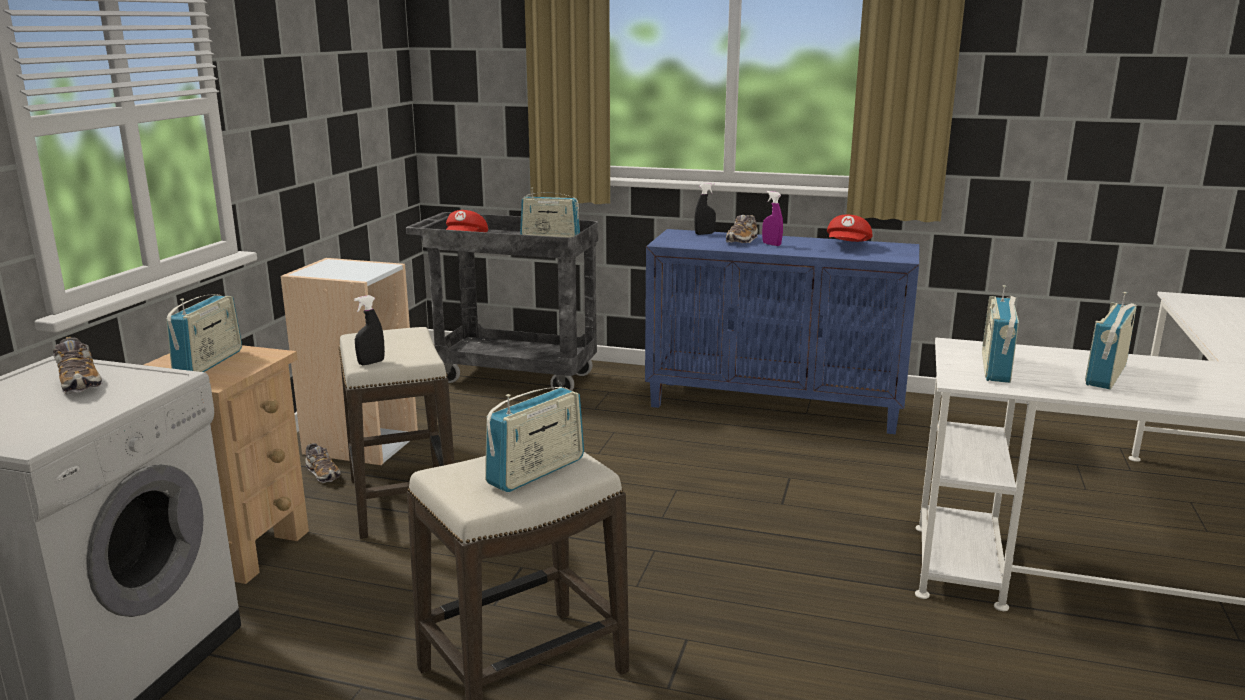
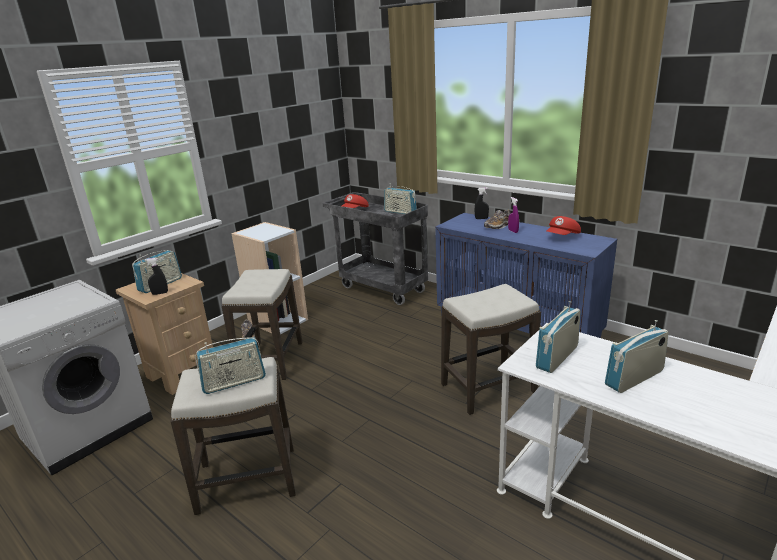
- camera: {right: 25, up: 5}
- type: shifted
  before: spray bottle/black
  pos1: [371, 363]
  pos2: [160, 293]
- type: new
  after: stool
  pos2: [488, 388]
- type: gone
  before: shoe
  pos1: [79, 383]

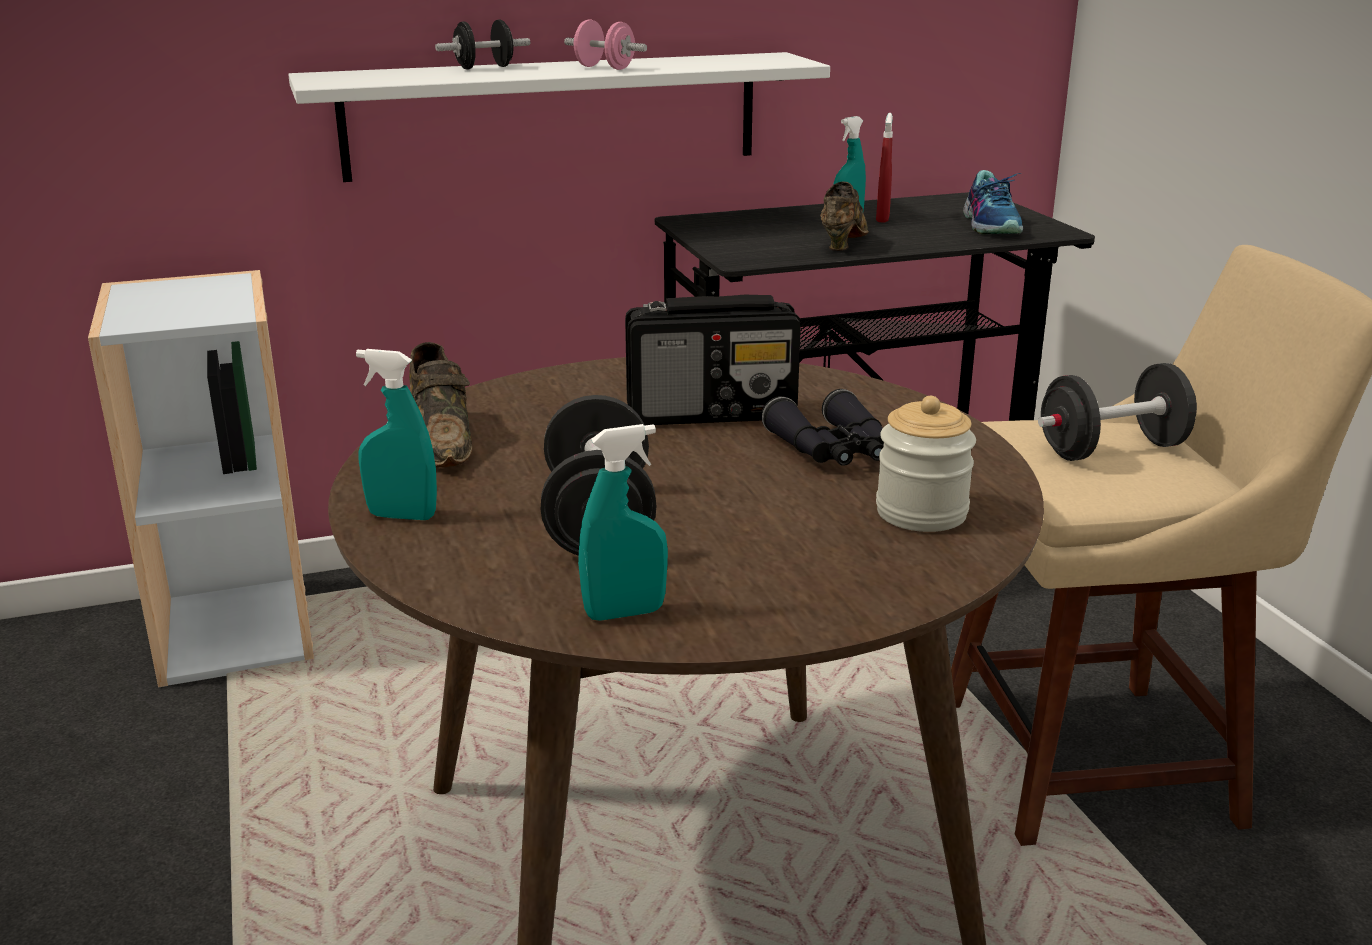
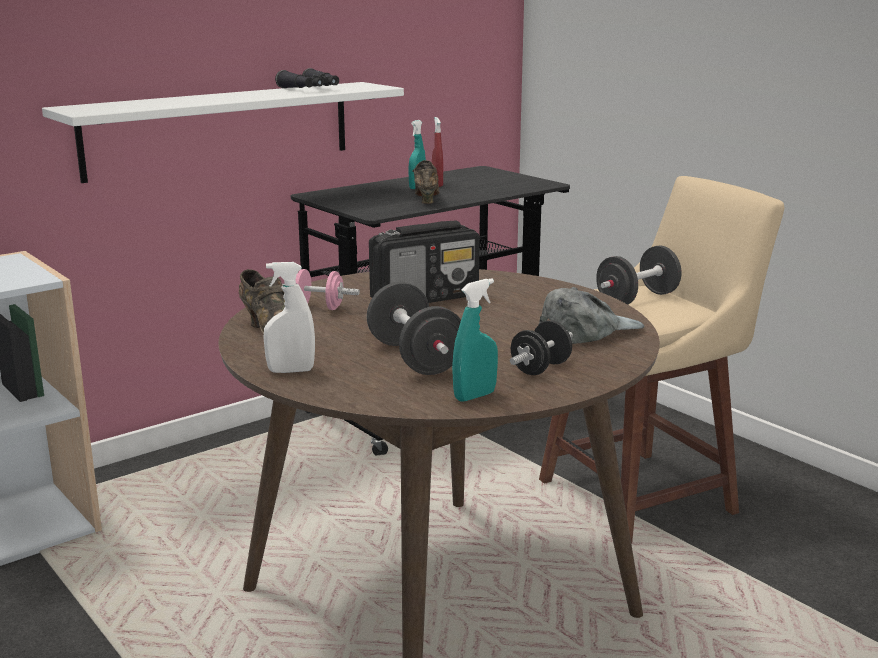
- camera: {right: -20, up: -5}
- type: repainted
  before: spray bottle/turquoise
  after: spray bottle/white
  pos1: [402, 516]
  pos2: [291, 371]
- type: shifted
  before: binoculars/black
  pos1: [833, 450]
  pos2: [311, 89]
- type: shifted
  before: dumbbell/pink
  pos1: [605, 68]
  pos2: [319, 308]
- type: shifted
  before: dumbbell/black
  pos1: [484, 68]
  pos2: [540, 368]
- type: swapped
  before: jar
  after: cap/grey
  pos1: [921, 513]
  pos2: [589, 330]
- type: gone
  before: shoe
  pos1: [992, 225]

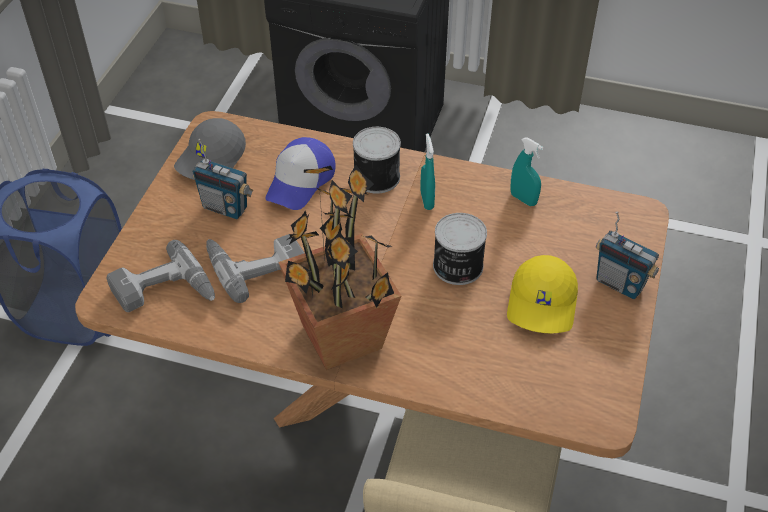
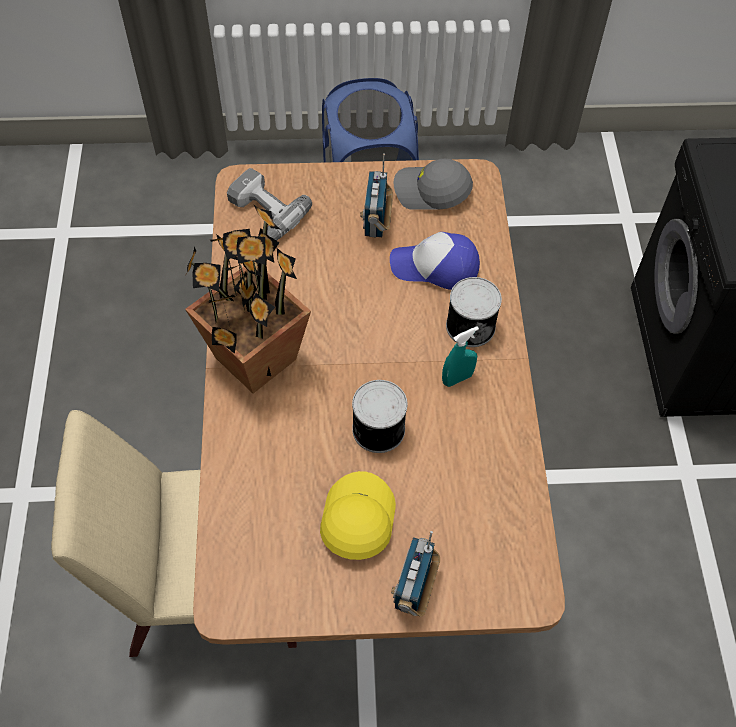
- camera: {right: 70, up: 10}
- type: rotated
  before: cap/yellow
  pos1: [543, 304]
  pos2: [356, 519]
  turn: 105
- type: gone
  before: power drill
  pos1: [255, 265]
- type: gone
  before: spray bottle/turquoise
  pos1: [523, 199]

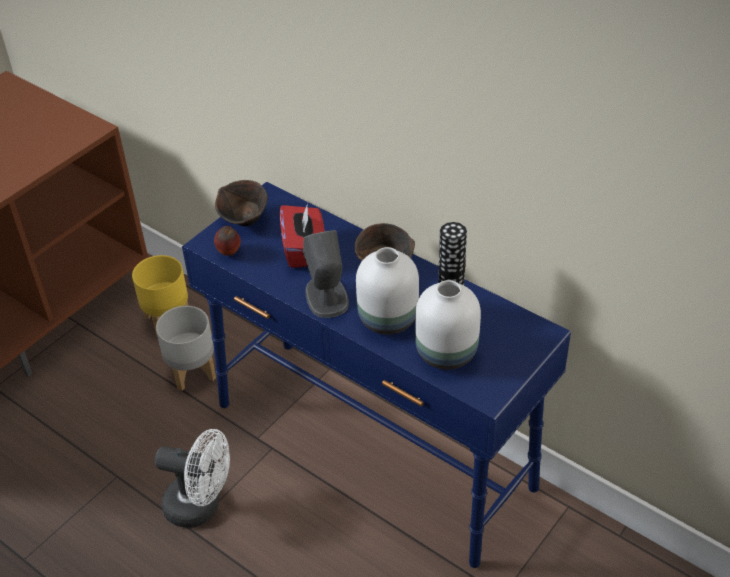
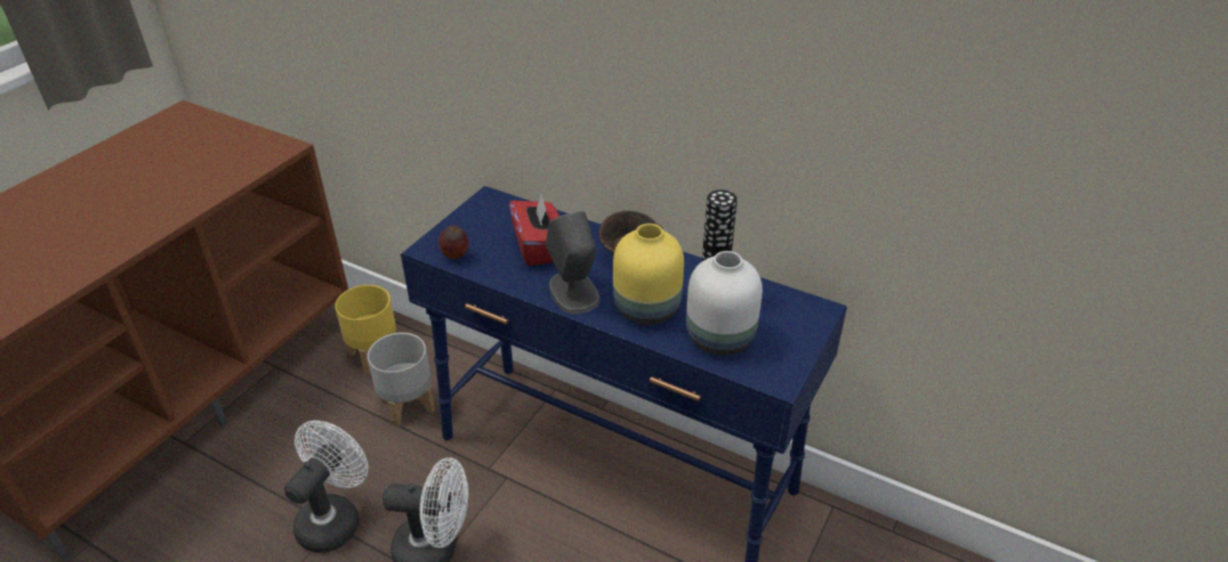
- camera: {right: -10, up: -5}
- type: new
  after: fan/white
  pos2: [334, 518]
- type: repainted
  before: vase/white
  after: vase/yellow
  pos1: [386, 319]
  pos2: [645, 309]
- type: gone
  before: bowl/brown
  pos1: [244, 220]

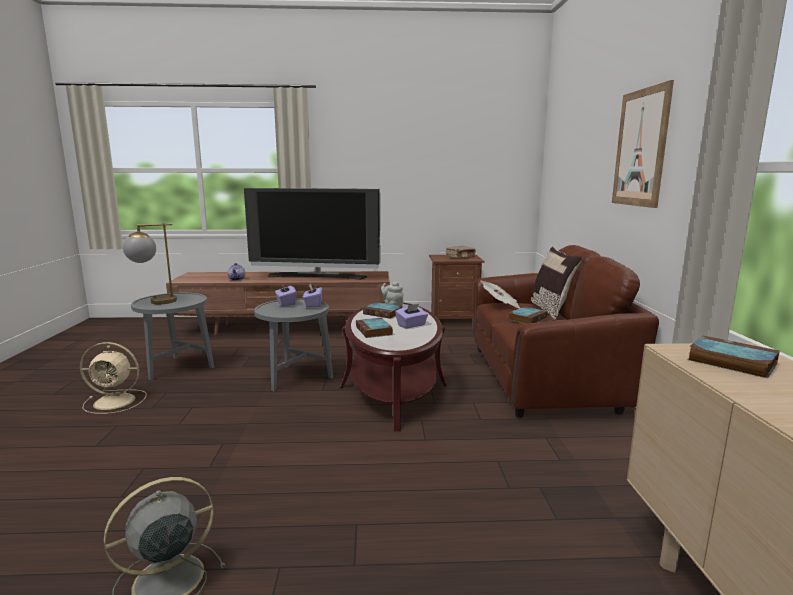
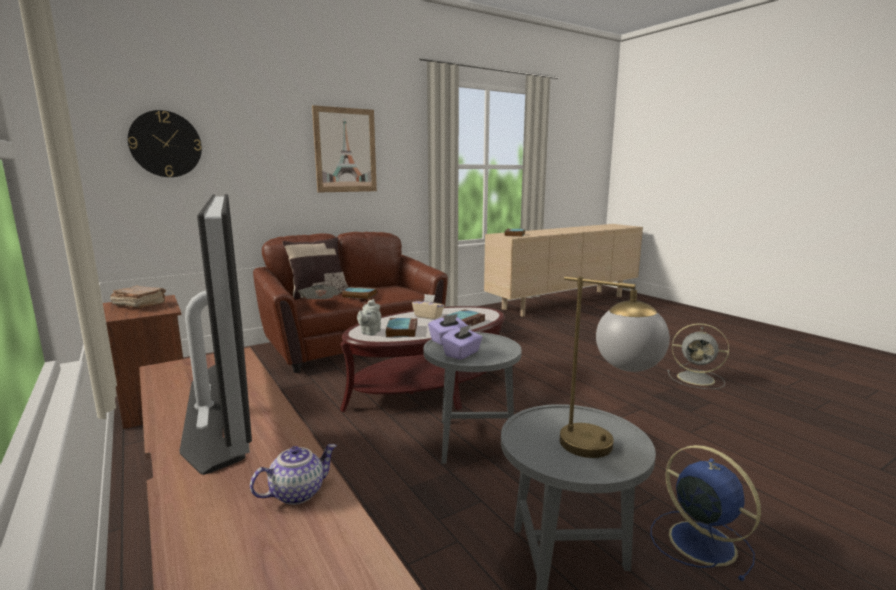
- camera: {right: -120, up: 0}
- type: new
  after: wall clock
  pos2: [165, 144]
- type: repainted
  before: tissue box/purple
  after: tissue box/beige
  pos1: [411, 325]
  pos2: [428, 316]
- type: repainted
  before: fan/beige
  after: fan/blue
  pos1: [116, 401]
  pos2: [699, 541]

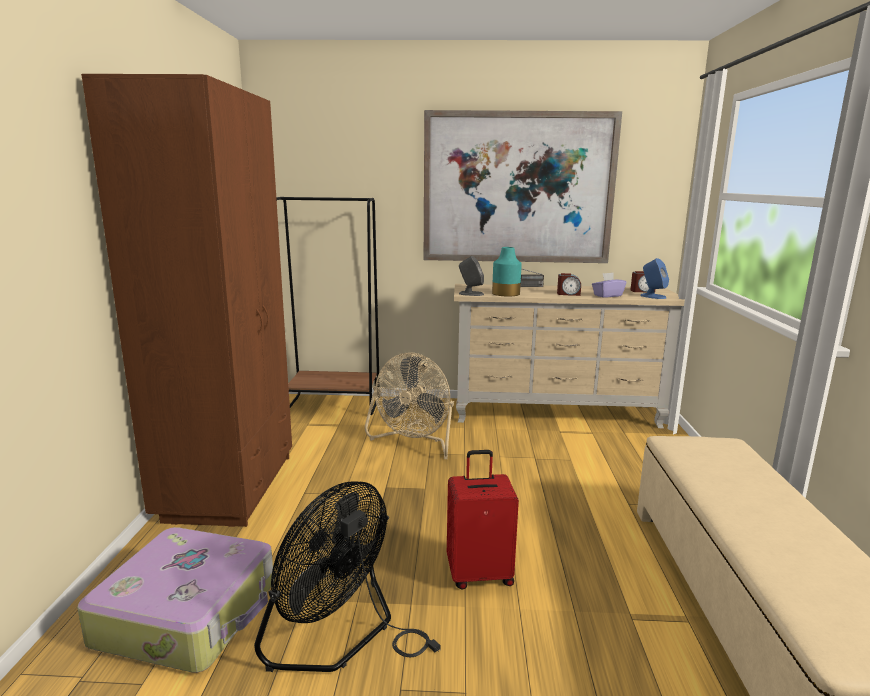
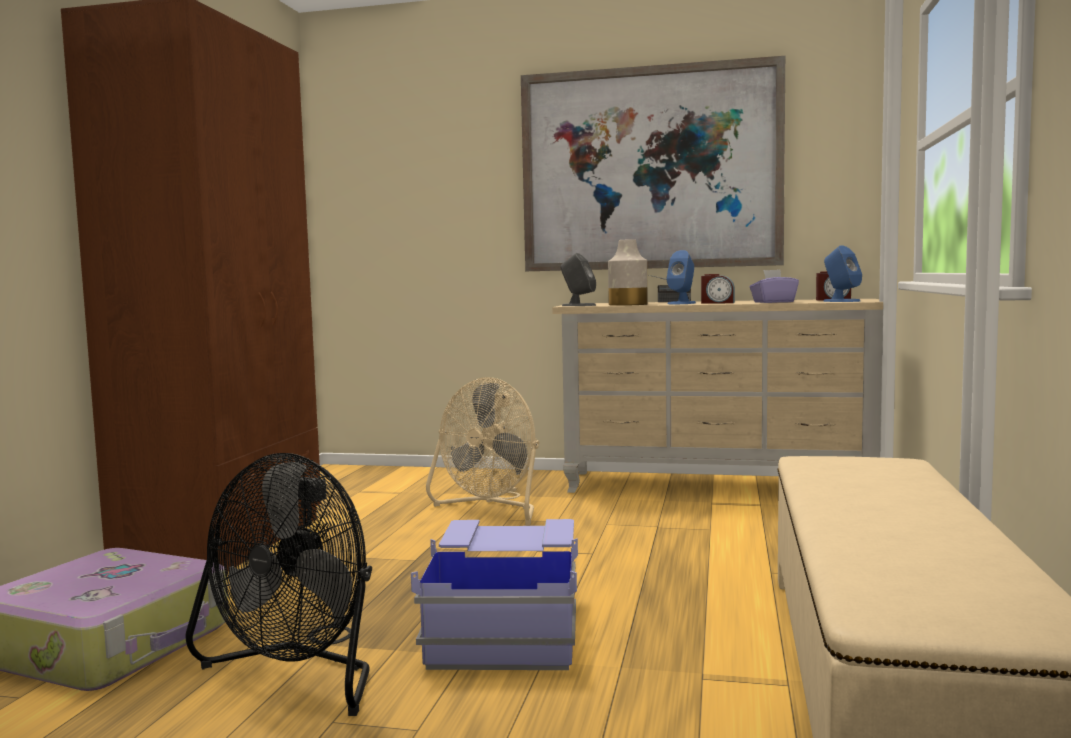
- camera: {right: 10, up: -10}
- type: rotated
  before: fan/black
  pos1: [352, 632]
  pos2: [301, 670]
  turn: -105
- type: swapped
  before: suitcase/red
  after: storage box/blue
  pos1: [479, 574]
  pos2: [506, 628]
- type: repainted
  before: vase/turquoise
  after: vase/beige
  pos1: [506, 293]
  pos2: [628, 304]
- type: new
  after: speaker/blue
  pos2: [681, 303]
- type: gone
  before: clothes rack
  pos1: [333, 405]

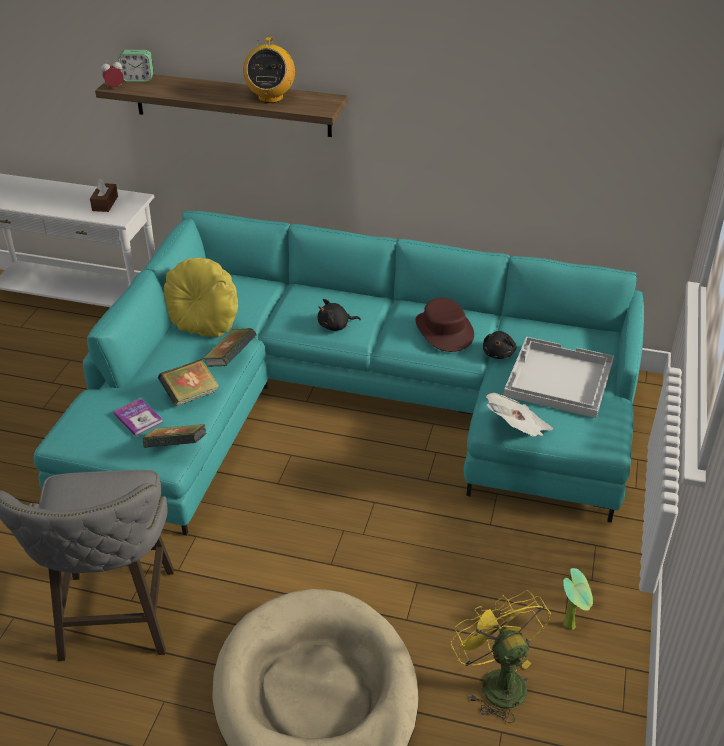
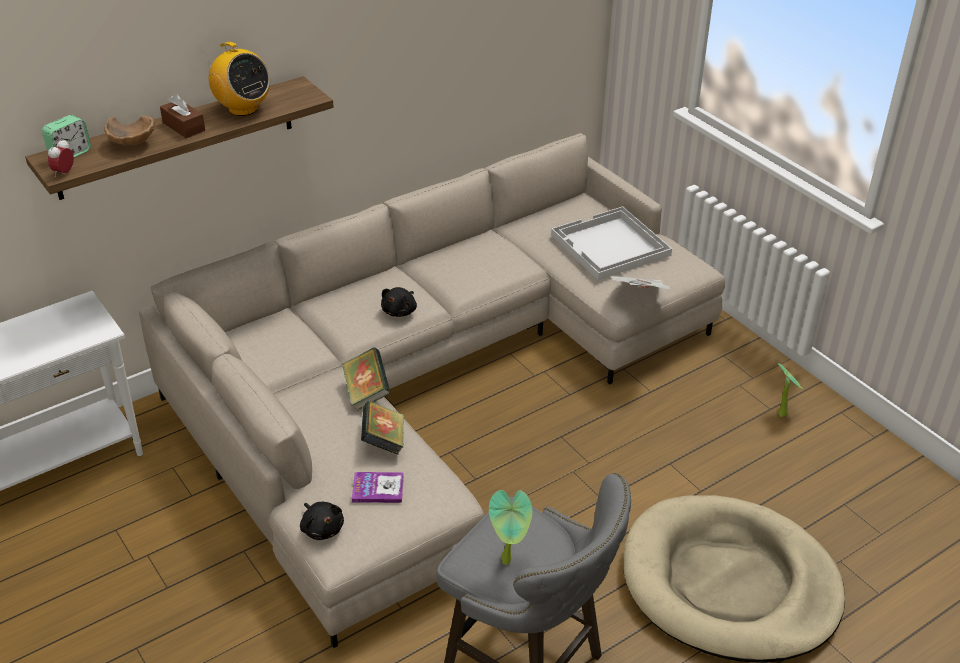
- camera: {right: -50, up: 0}
- type: new
  after: bowl/brown
  pos2: [132, 145]
- type: repainted
  before: sofa/turquoise
  after: sofa/beige
  pos1: [349, 405]
  pos2: [430, 384]
- type: shifted
  before: tissue box/brown
  pos1: [105, 203]
  pos2: [184, 127]
- type: shifted
  before: plush toy/black
  pos1: [498, 353]
  pos2: [322, 528]
- type: new
  after: potted plant
  pos2: [509, 560]
- type: gone
  before: book
  pos1: [177, 449]
- type: gone
  before: pillow/yellow
  pos1: [204, 327]
- type: gone
  before: hat/brown
  pos1: [443, 330]
- type: gone
  before: fan/yellow
  pos1: [497, 681]

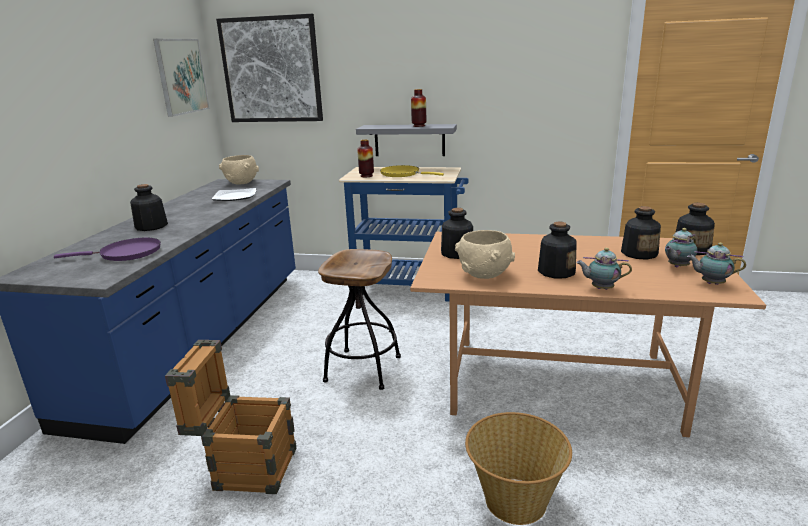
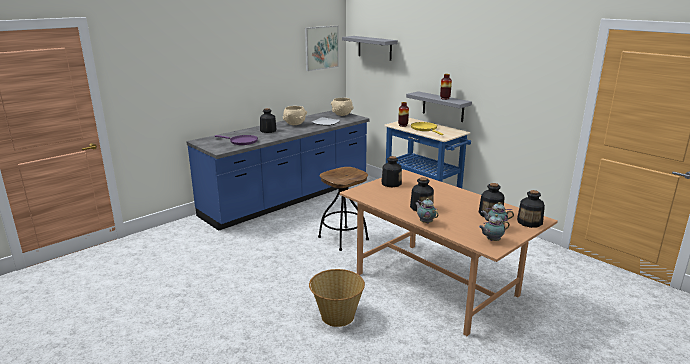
- camera: {right: 35, up: 0}
- type: shifted
  before: bowl/beige
  pos1: [485, 274]
  pos2: [295, 124]
- type: swapped
  before: picture
  after: shelf/grey
  pos1: [271, 70]
  pos2: [374, 48]
- type: rotated
  before: teapot
  pos1: [710, 283]
  pos2: [492, 240]
  turn: -75
- type: gone
  before: crate
  pos1: [245, 467]

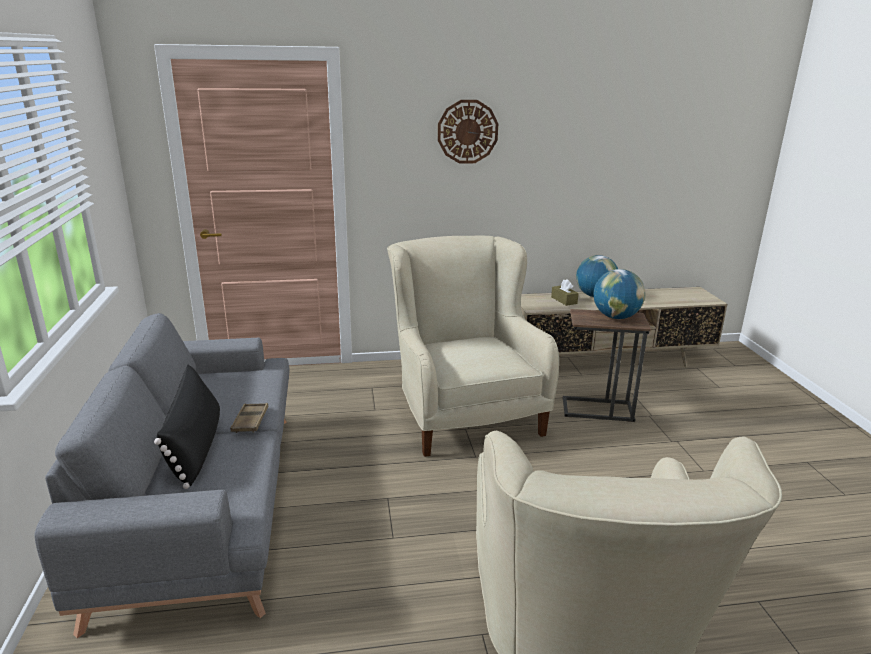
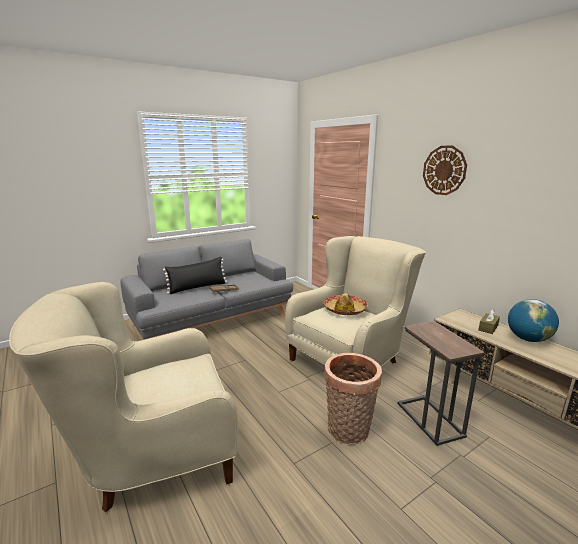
- camera: {right: 65, up: -5}
- type: new
  after: hat
  pos2: [344, 310]
- type: new
  after: basket
  pos2: [349, 431]
- type: gone
  before: globe
  pos1: [616, 317]

